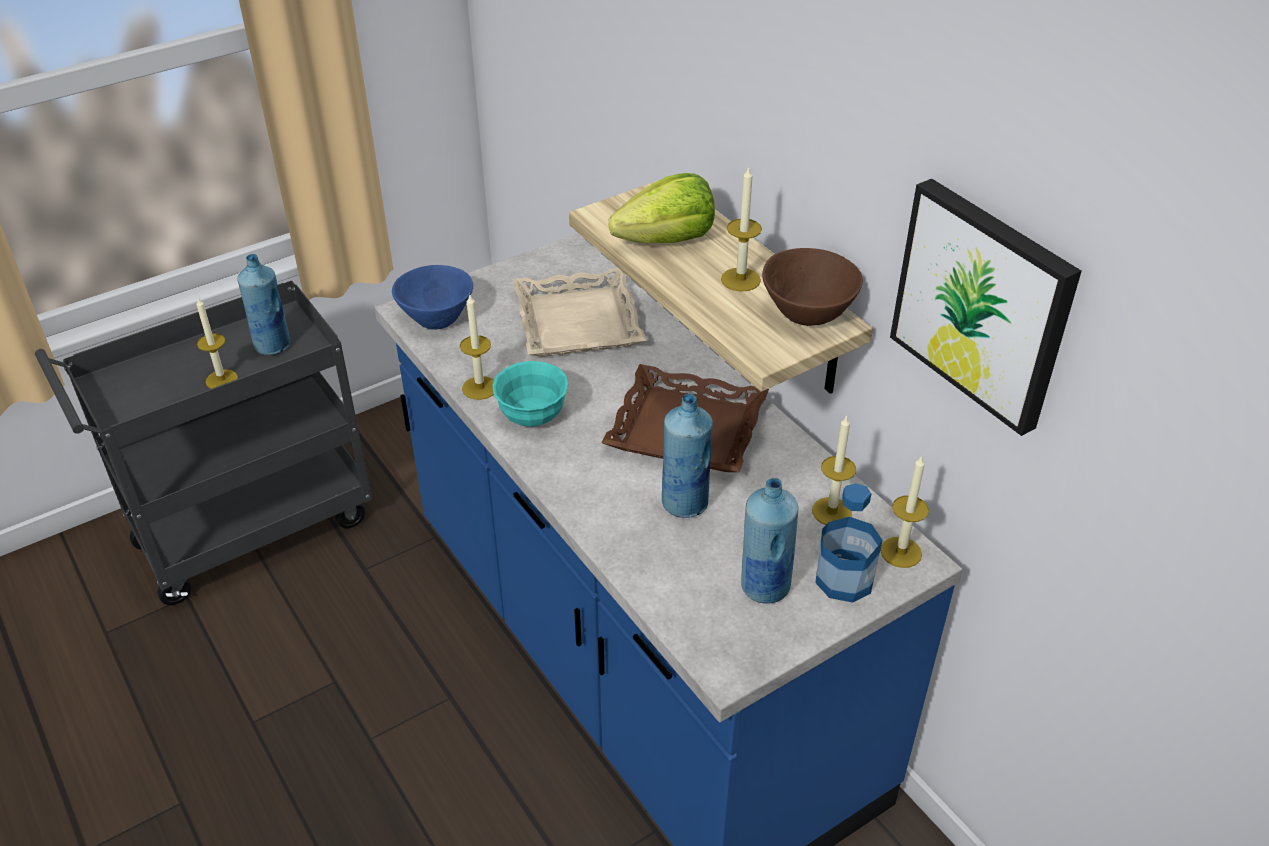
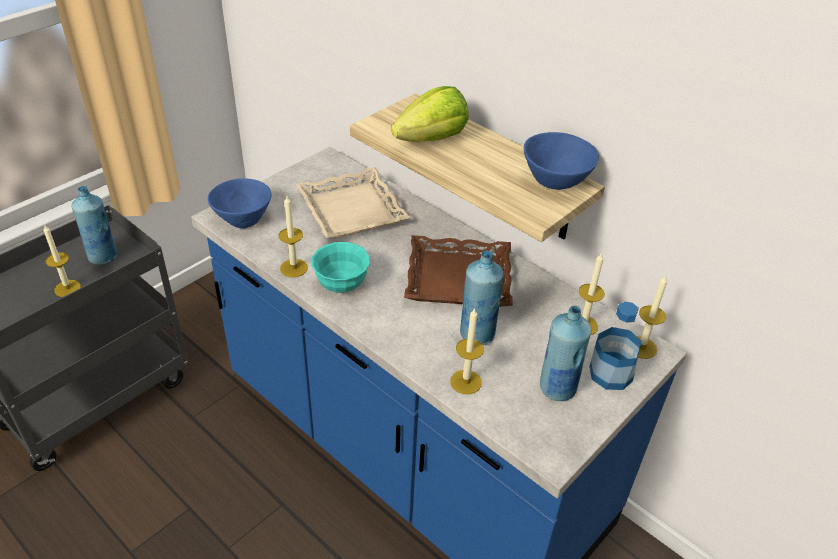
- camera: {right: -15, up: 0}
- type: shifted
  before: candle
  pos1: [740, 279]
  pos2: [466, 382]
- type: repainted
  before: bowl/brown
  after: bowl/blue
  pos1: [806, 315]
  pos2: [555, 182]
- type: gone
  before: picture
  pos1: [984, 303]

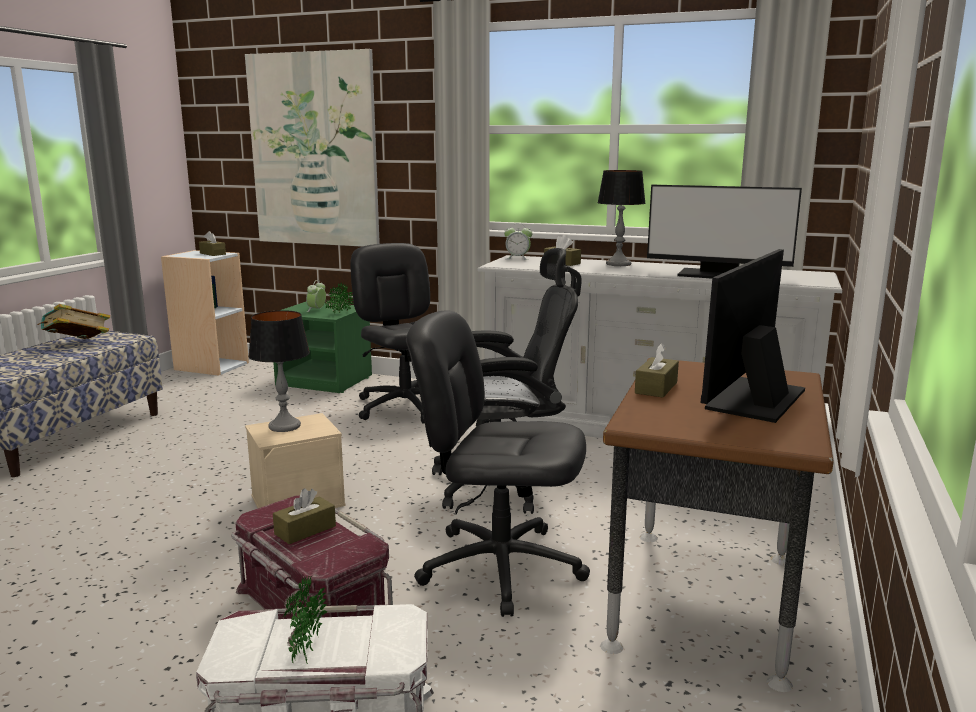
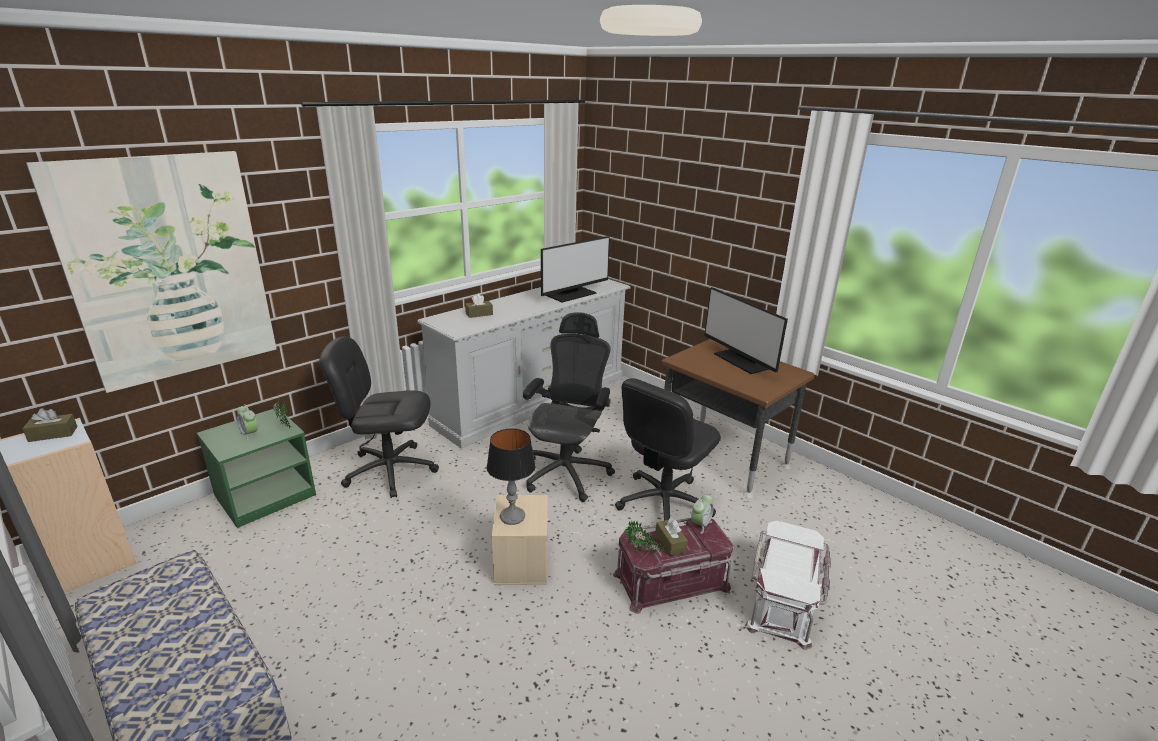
- camera: {right: -65, up: 10}
- type: shifted
  before: potted plant
  pos1: [304, 653]
  pos2: [642, 553]
- type: shifted
  before: alarm clock
  pos1: [517, 258]
  pos2: [700, 524]
- type: gone
  before: book
  pos1: [77, 344]
- type: gone
  before: table lamp
  pos1: [618, 264]
- type: gone
  before: tissue box/brown
  pos1: [656, 388]

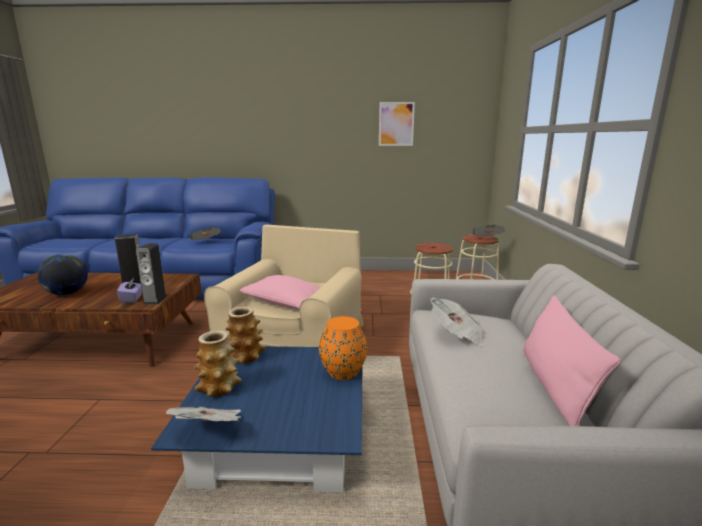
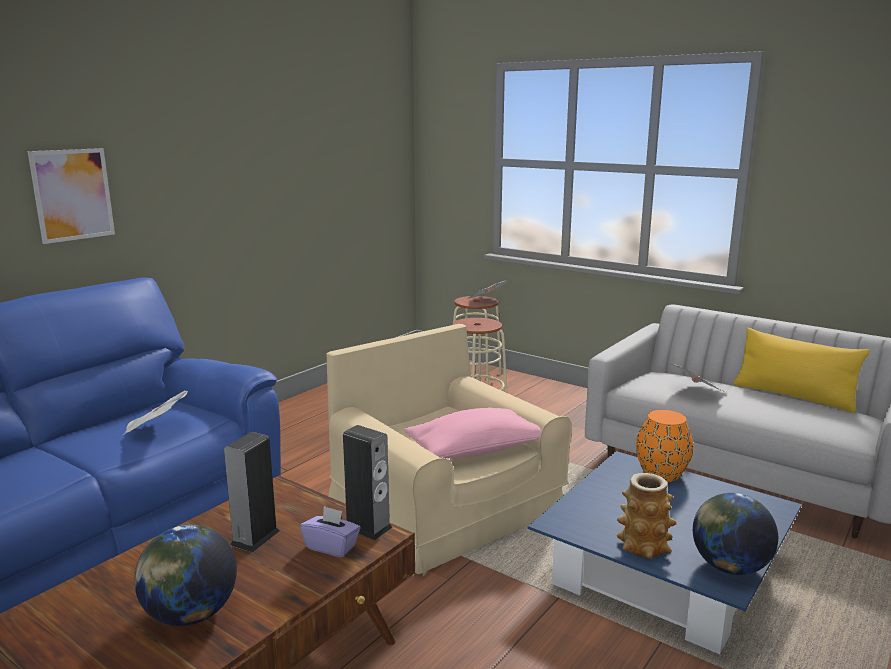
- camera: {right: -55, up: 0}
- type: shifted
  before: picture
  pos1: [396, 124]
  pos2: [73, 195]
- type: swapped
  before: newspaper
  after: globe
  pos1: [210, 429]
  pos2: [729, 567]
- type: repainted
  before: pillow/pink
  after: pillow/yellow
  pos1: [554, 385]
  pos2: [793, 396]
- type: gone
  before: vase
  pos1: [245, 356]

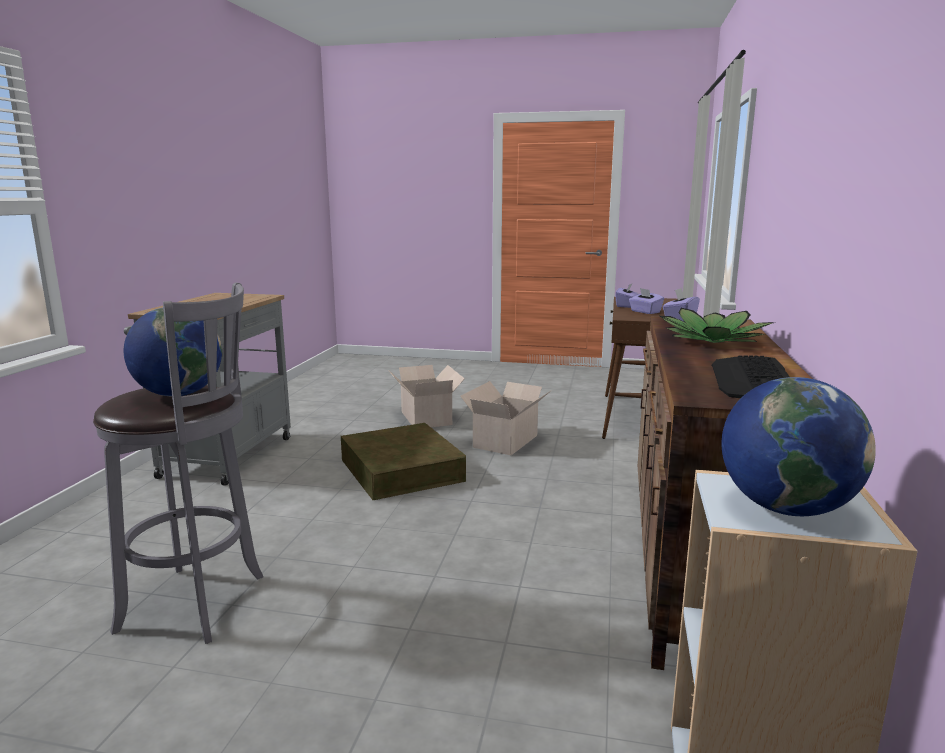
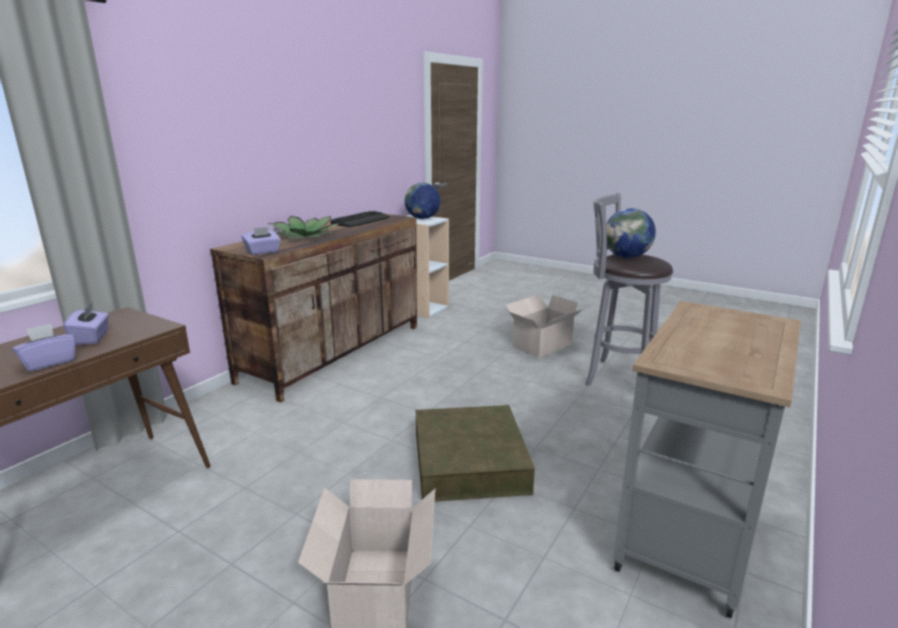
- camera: {right: -160, up: 5}
- type: shifted
  before: cardboard box
  pos1: [507, 441]
  pos2: [540, 345]

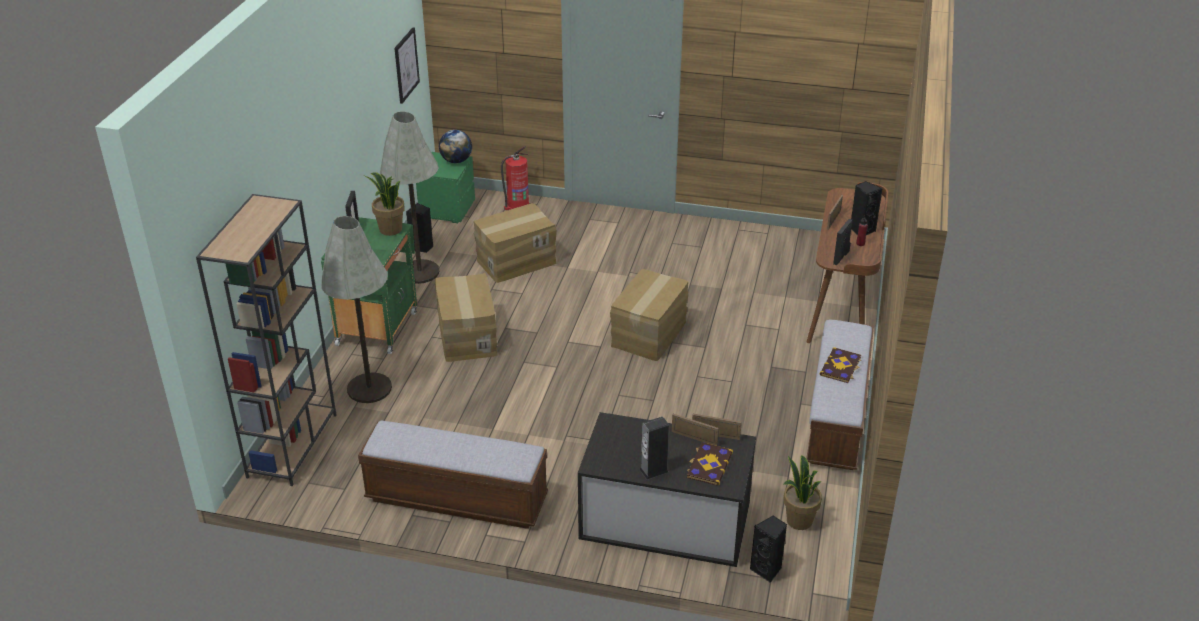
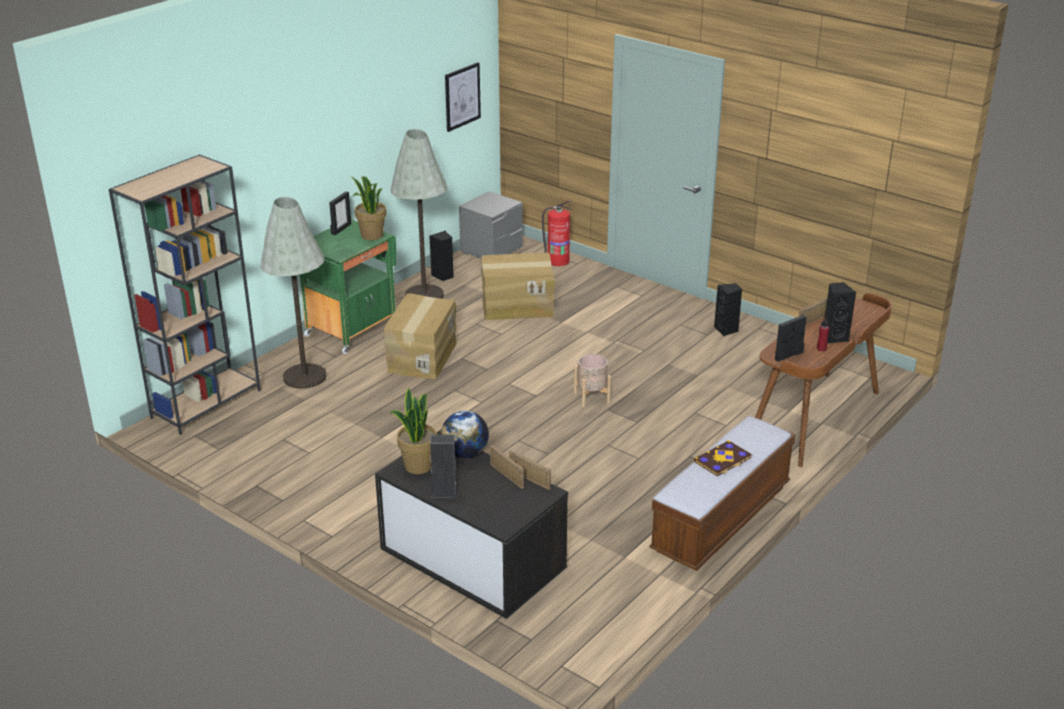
- camera: {right: 25, up: -5}
- type: shifted
  before: potted plant
  pos1: [798, 520]
  pos2: [417, 466]
- type: shifted
  before: globe
  pos1: [456, 161]
  pos2: [465, 454]
- type: repainted
  before: nightstand/green
  after: nightstand/grey
  pos1: [446, 209]
  pos2: [490, 250]
- type: swapped
  before: cardboard box
  after: planter/beige
  pos1: [649, 334]
  pos2: [592, 397]
- type: shifted
  before: speaker/black
  pos1: [767, 570]
  pos2: [726, 330]
- type: gone
  before: bench
  pos1: [456, 498]
- type: gone
  before: book
  pos1: [708, 465]

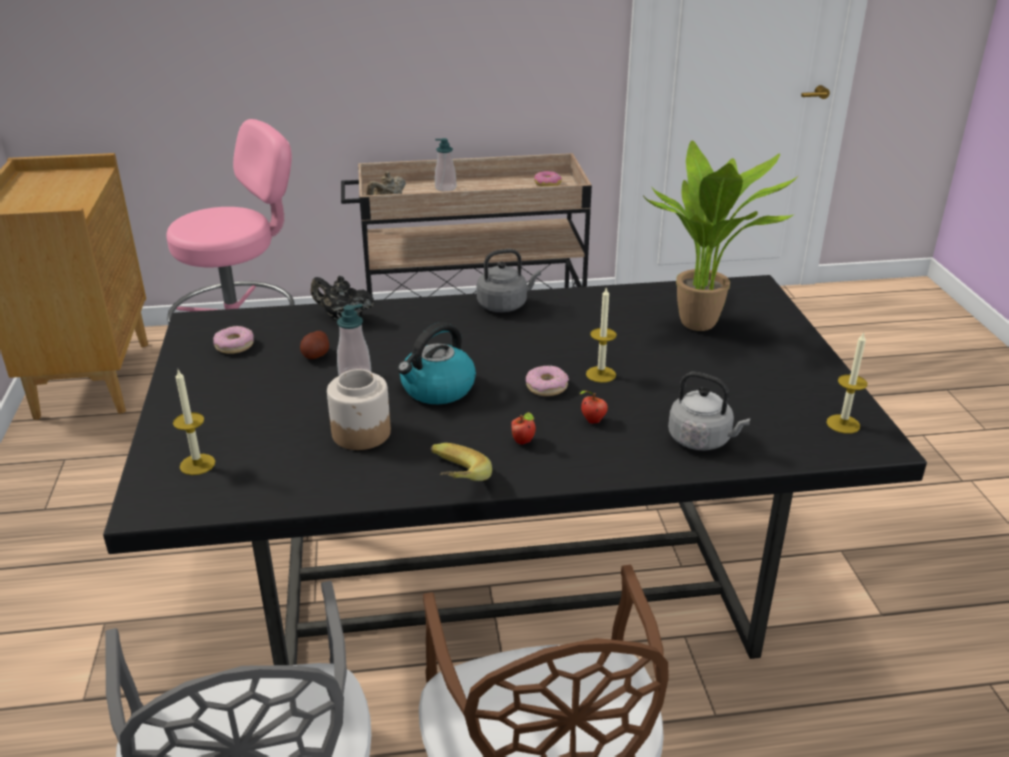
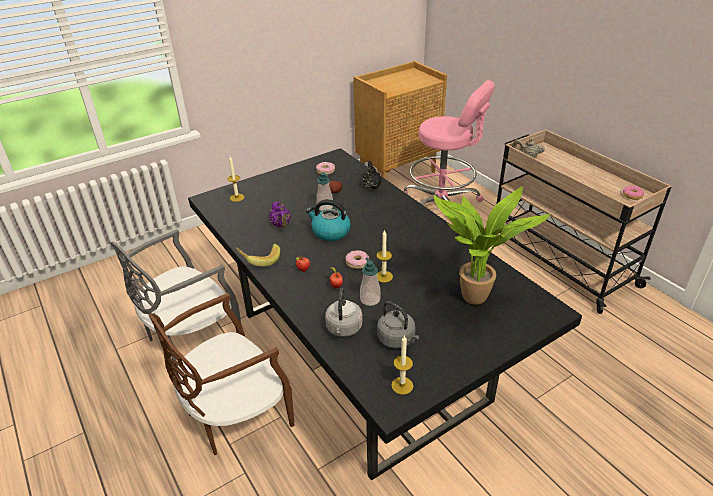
- camera: {right: 65, up: 5}
- type: swapped
  before: jar
  after: teapot/purple
  pos1: [362, 433]
  pos2: [281, 225]
- type: shifted
  before: soap dispenser
  pos1: [445, 188]
  pos2: [370, 299]
- type: shifted
  before: kettle/grey
  pos1: [505, 305]
  pos2: [397, 340]

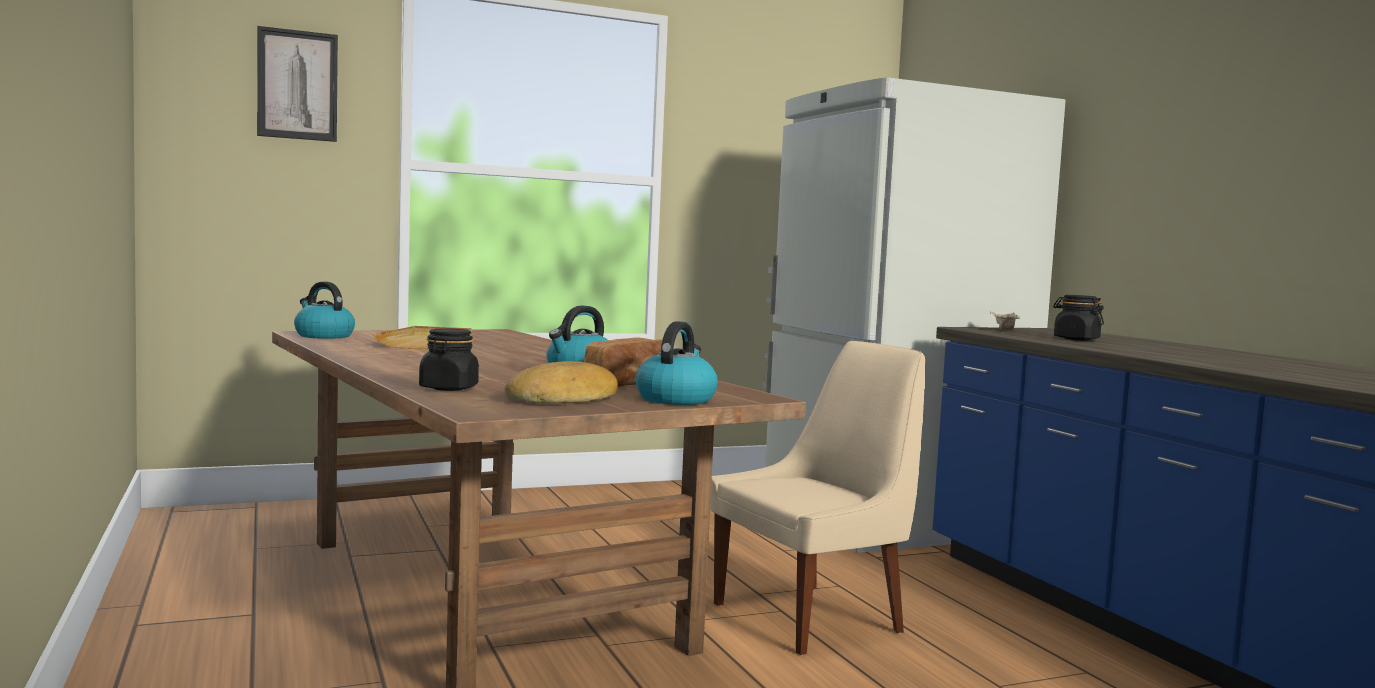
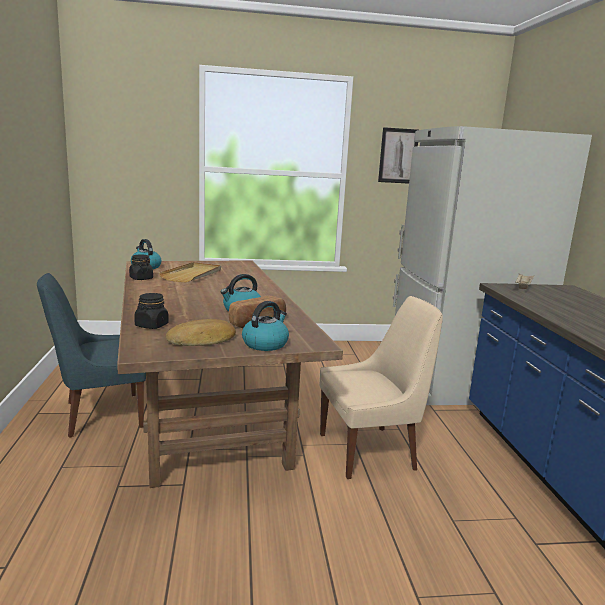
- camera: {right: 15, up: 10}
- type: new
  after: chair/blue
  pos2: [100, 415]
- type: shifted
  before: jar/black
  pos1: [1076, 339]
  pos2: [141, 278]
- type: shifted
  before: picture
  pos1: [297, 85]
  pos2: [398, 156]

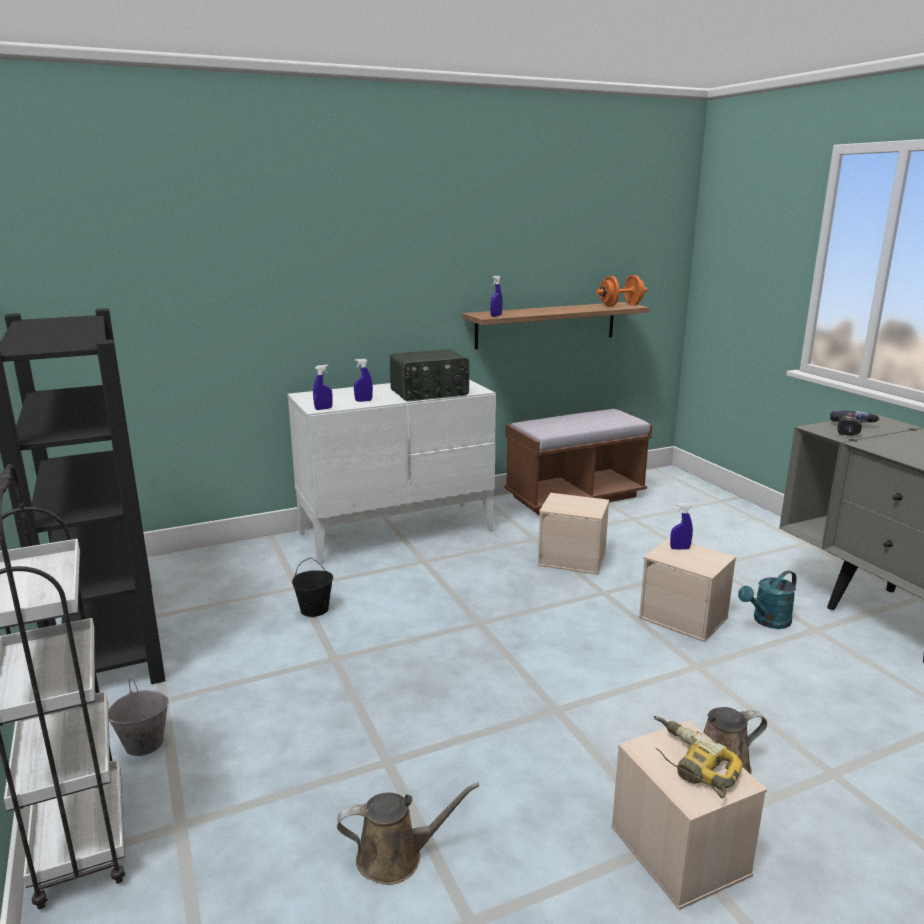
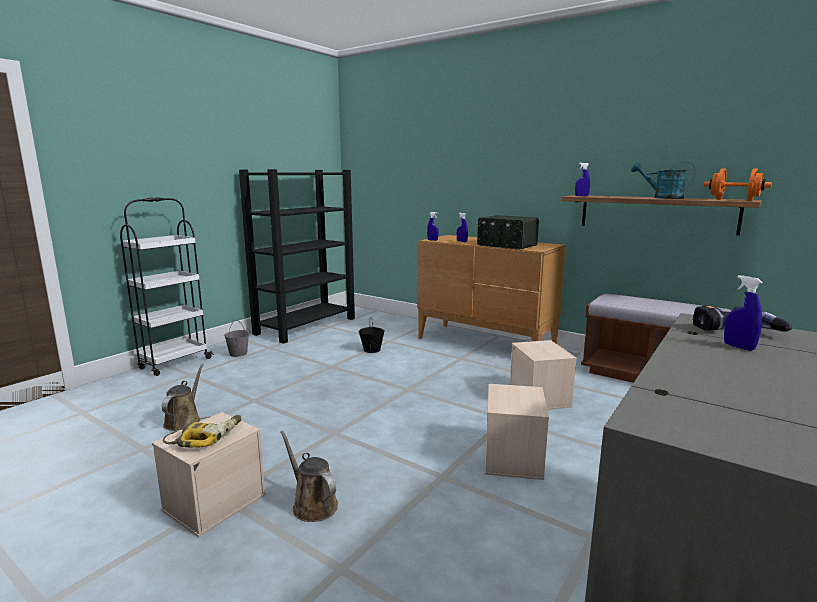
- camera: {right: 60, up: -5}
- type: rotated
  before: watering can/brown
  pos1: [396, 857]
  pos2: [184, 420]
  turn: -135
- type: repainted
  before: cabinet/white
  after: cabinet/brown
  pos1: [397, 532]
  pos2: [485, 343]
- type: shifted
  before: watering can/turquoise
  pos1: [767, 621]
  pos2: [662, 198]
- type: shifted
  before: spray bottle/blue
  pos1: [680, 548]
  pos2: [739, 347]

